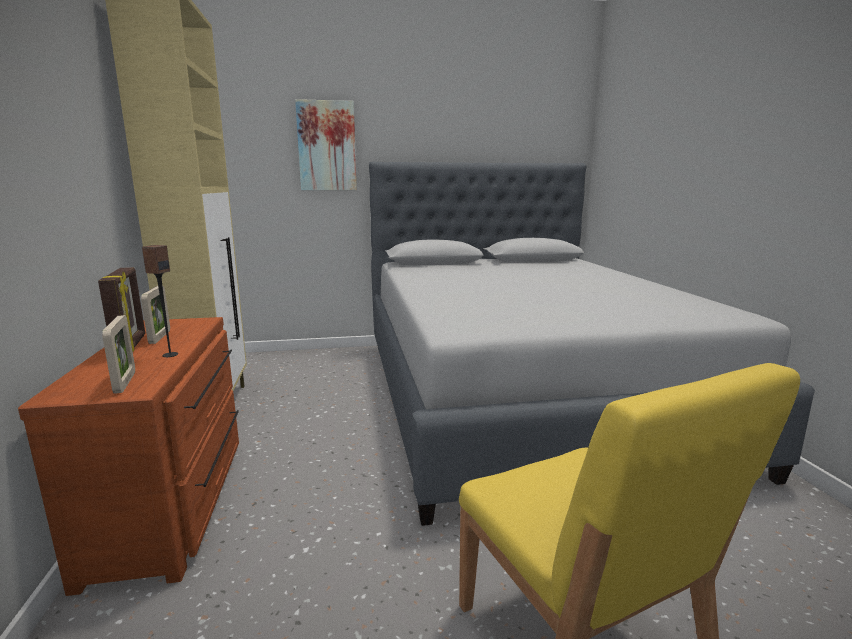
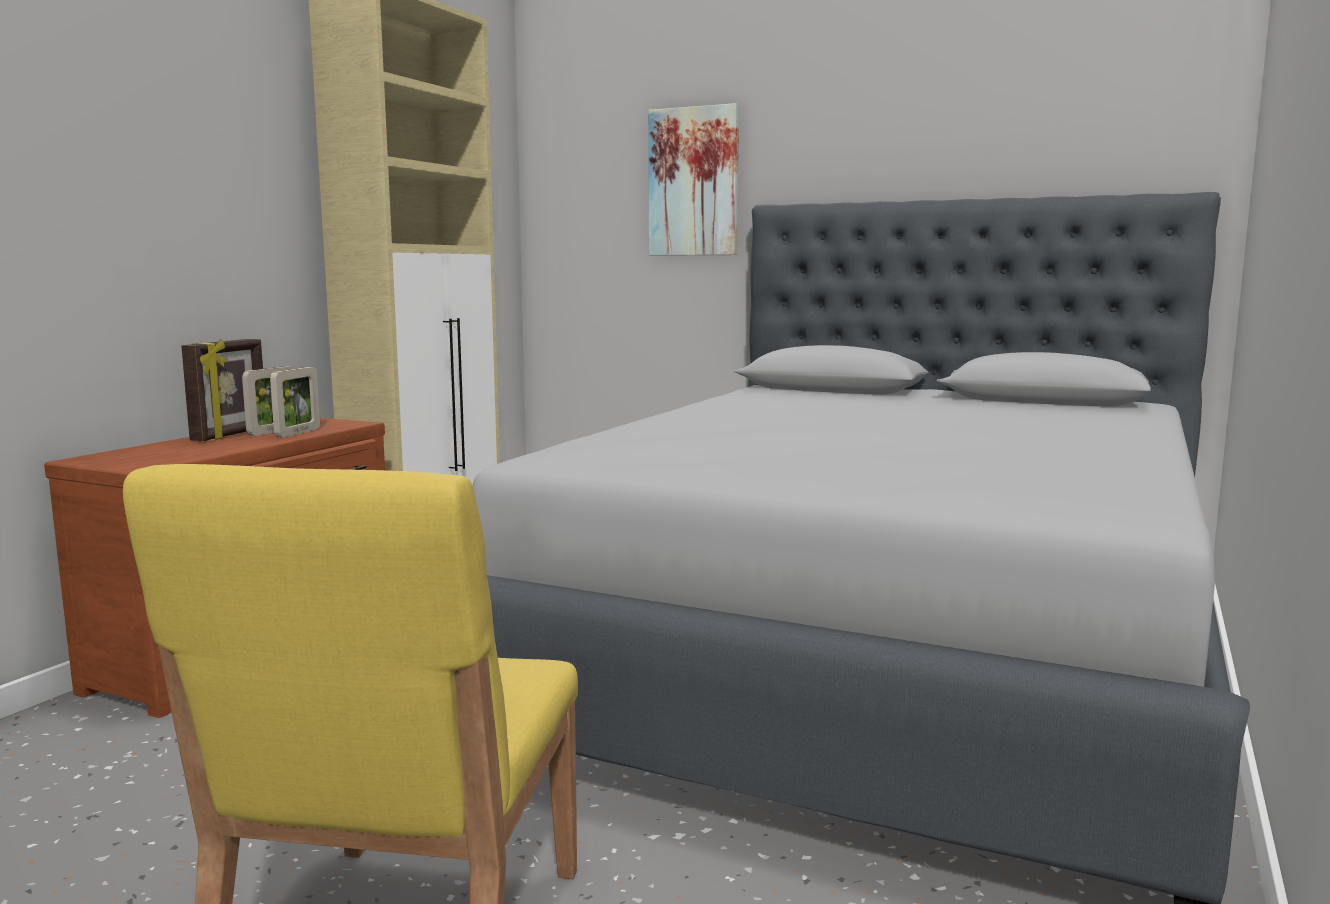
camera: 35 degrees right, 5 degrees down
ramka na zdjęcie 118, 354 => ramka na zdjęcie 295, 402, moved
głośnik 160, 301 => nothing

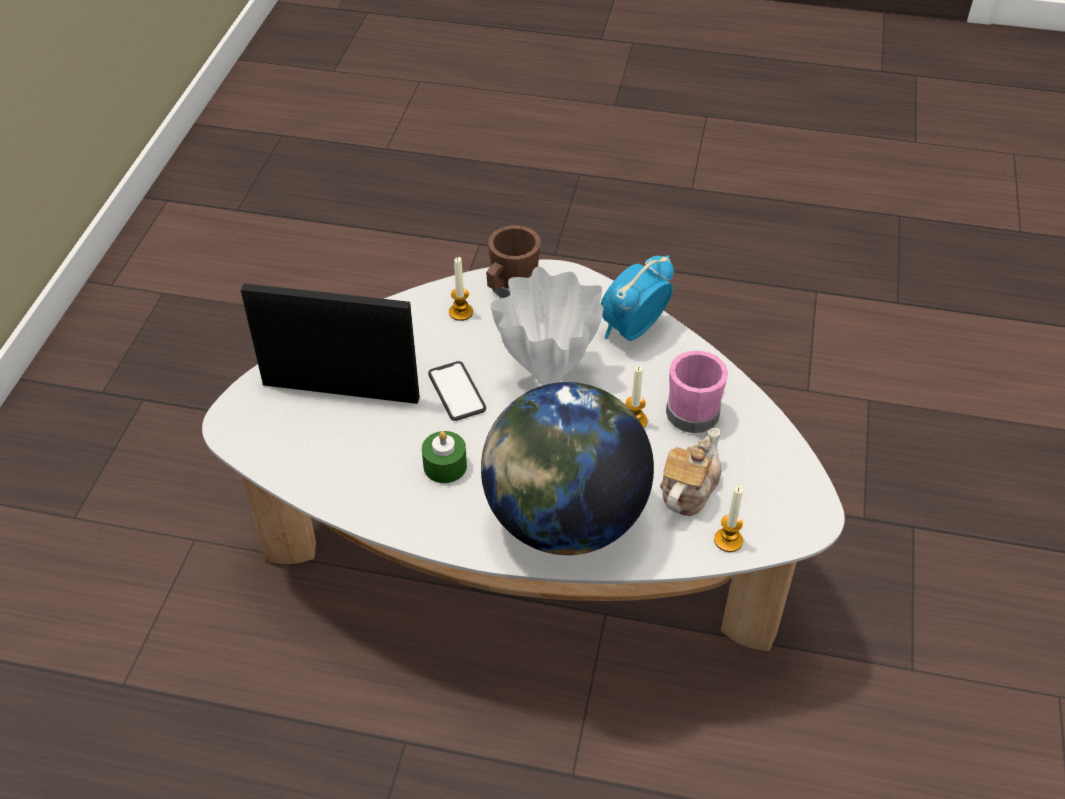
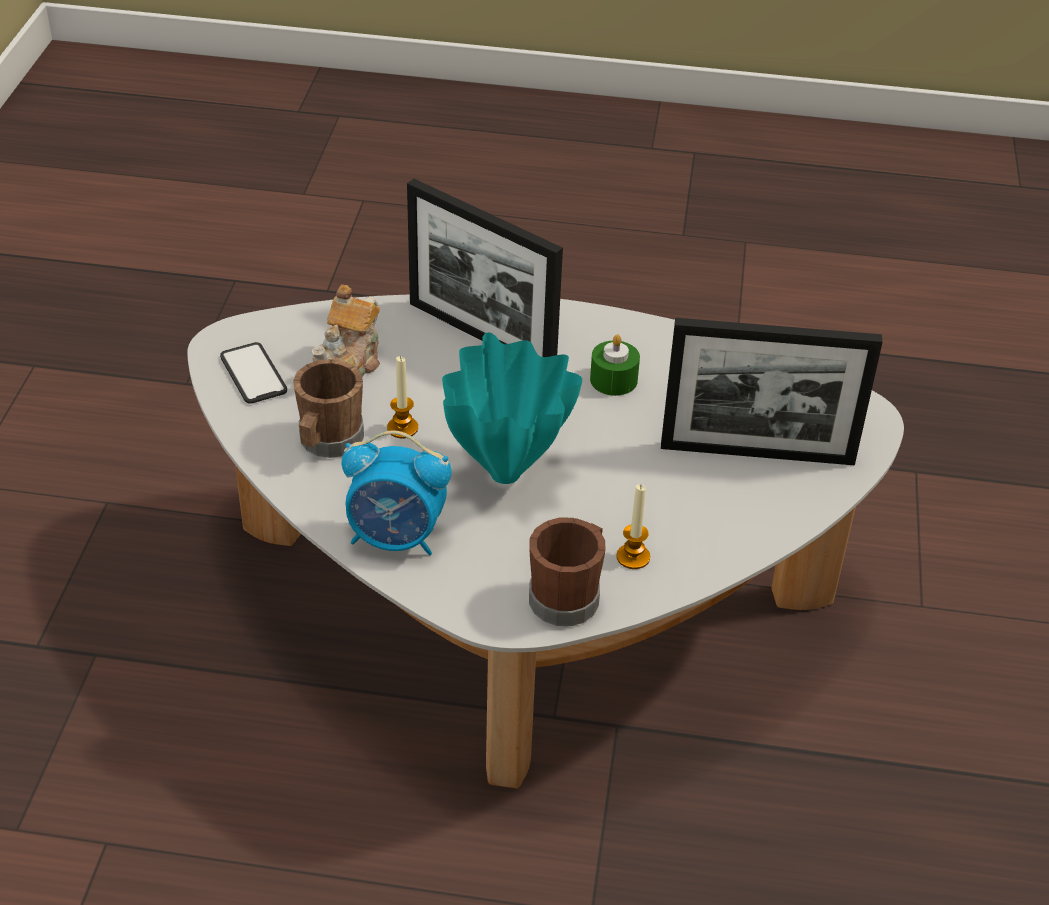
camera: 175 degrees right, 5 degrees down
telefon 457, 391 => telefon 253, 373, moved
kubek [różowy] 697, 392 => kubek [brązowy] 328, 408
budzik 637, 298 => budzik 397, 493, 60 degrees clockwise
globus 567, 468 => ramka na zdjęcie 485, 268
wazon [biały] 547, 326 => wazon [turkusowy] 512, 408
świeca 728, 519 => nothing

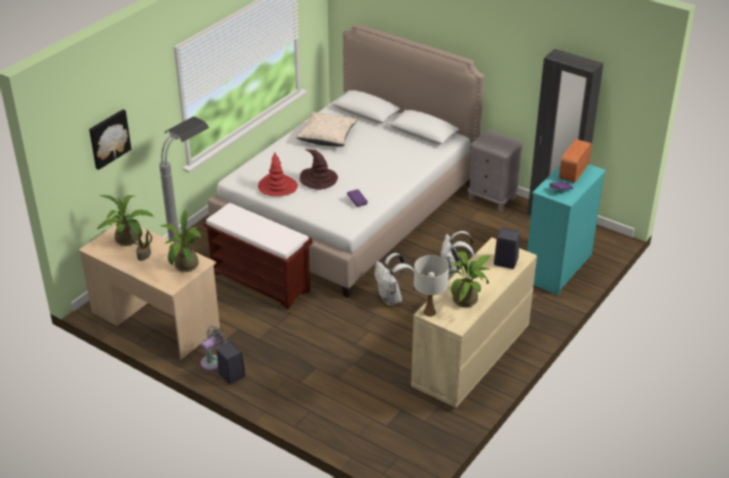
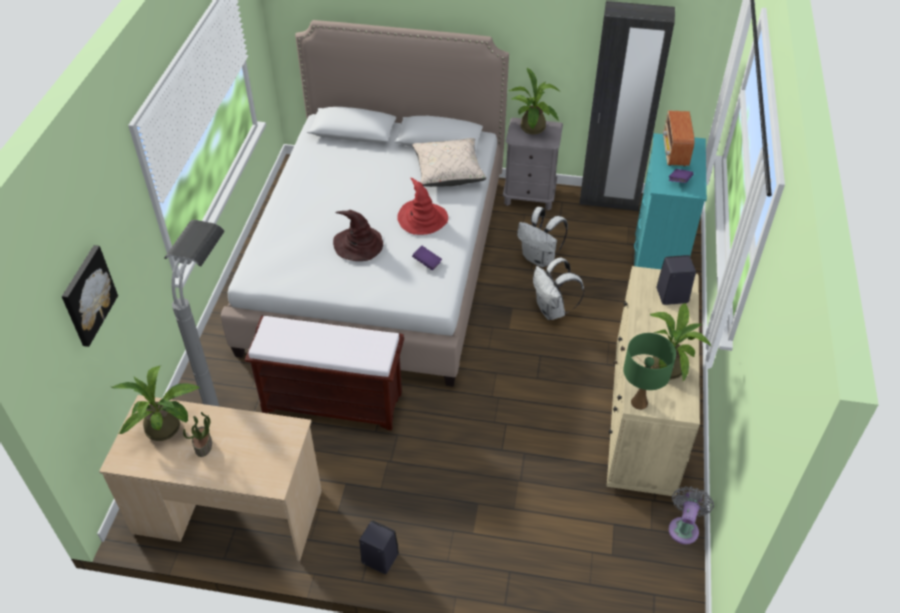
camera: 25 degrees left, 10 degrees up
kapelusz [czerwony] 278, 174 => kapelusz [czerwony] 422, 206, moved
poduszka [beżowy] 327, 129 => poduszka [beżowy] 449, 162, moved
roślina doniczkowa 181, 241 => roślina doniczkowa 533, 100, moved
plecak [biały] 394, 279 => plecak [biały] 542, 237, moved
lampa stołowa [biały] 431, 286 => lampa stołowa [zielony] 649, 371
wentylator [szary] 214, 348 => wentylator [szary] 691, 515, moved

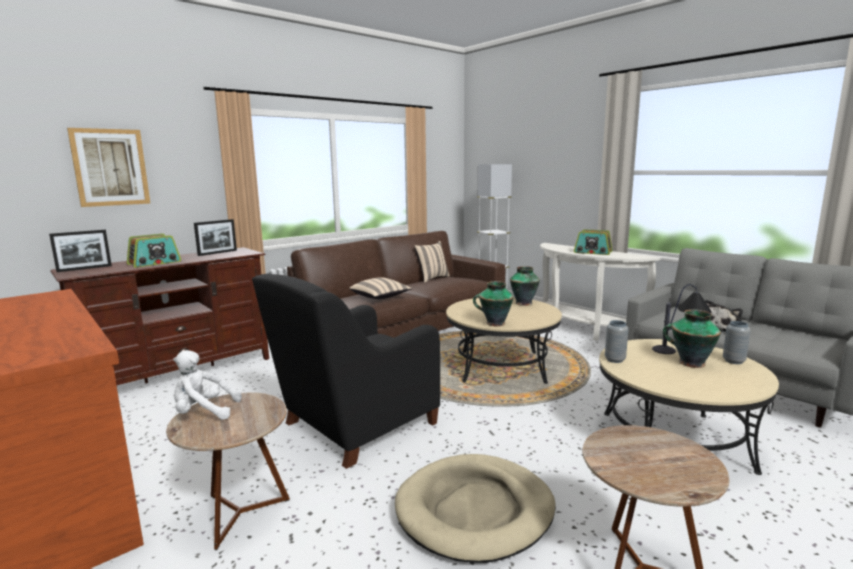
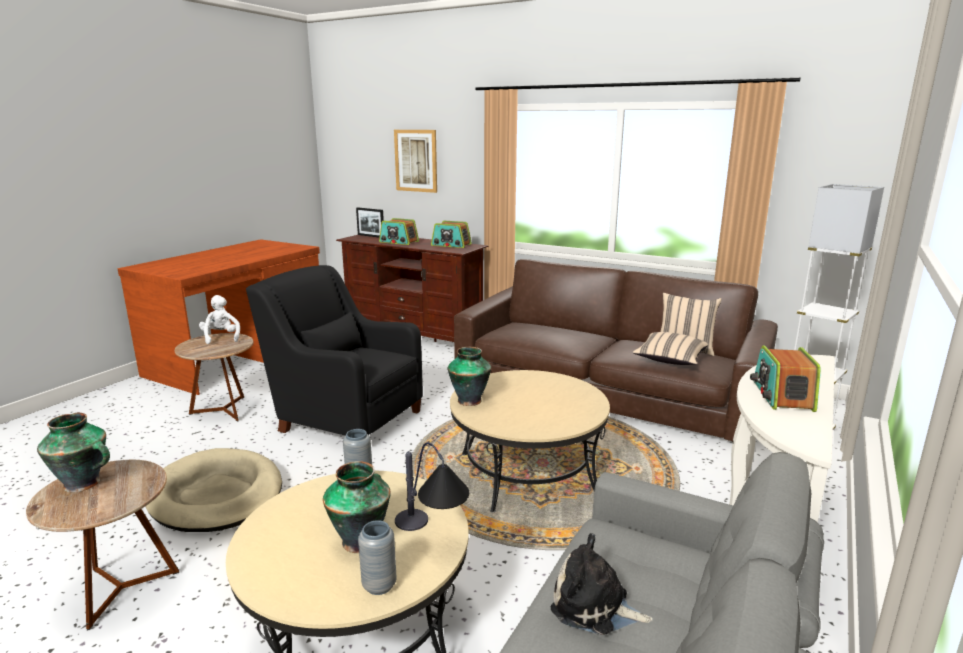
camera: 70 degrees right, 5 degrees up
wazon 525, 286 => wazon 73, 453, moved
ramka na zdjęcie 215, 237 => radio 451, 234
poduszka [beżowy] 380, 288 => poduszka [beżowy] 670, 348, moved

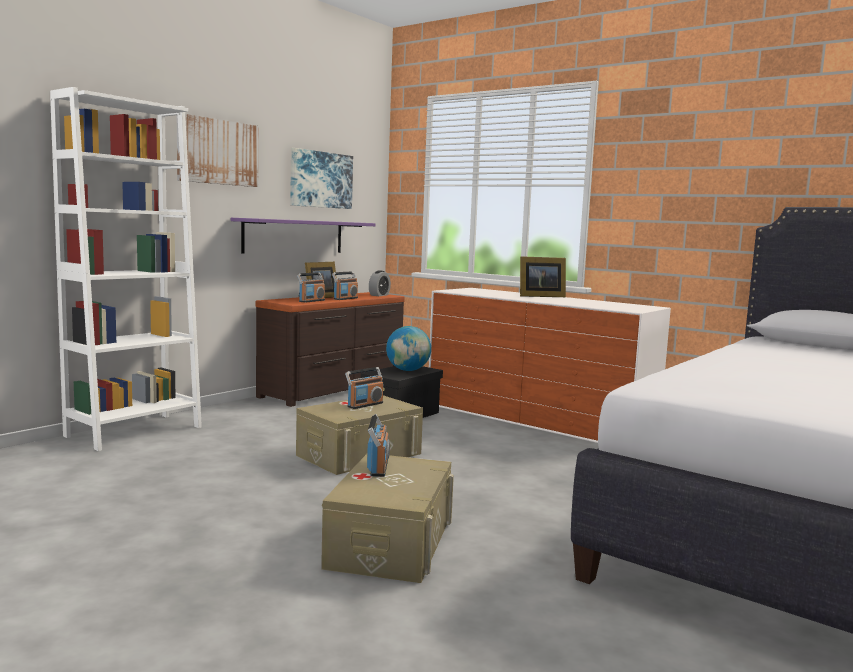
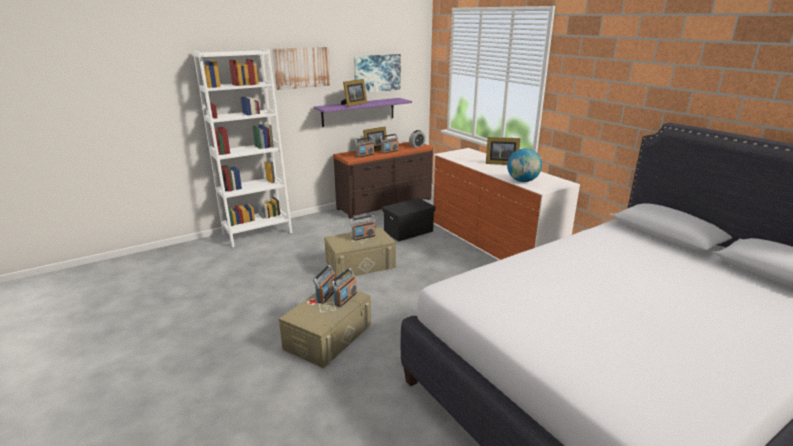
camera: 20 degrees right, 15 degrees up
nothing => radio 344, 287
nothing => ramka na zdjęcie 354, 93
globus 408, 348 => globus 524, 165, moved

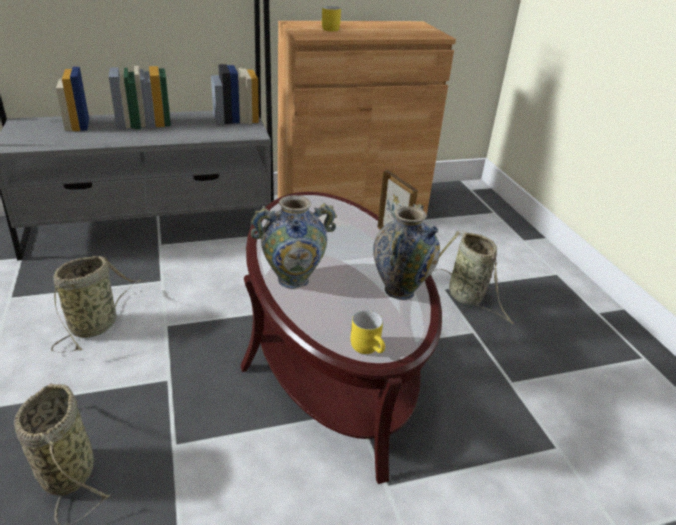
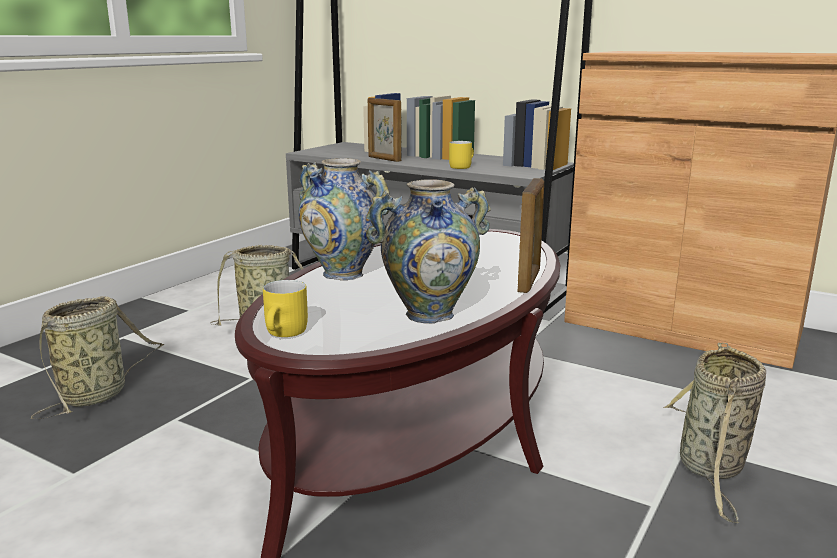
camera: 50 degrees right, 15 degrees down
nothing => ramka na zdjęcie 385, 130
kubek [żółty] 331, 18 => kubek [żółty] 461, 155, moved

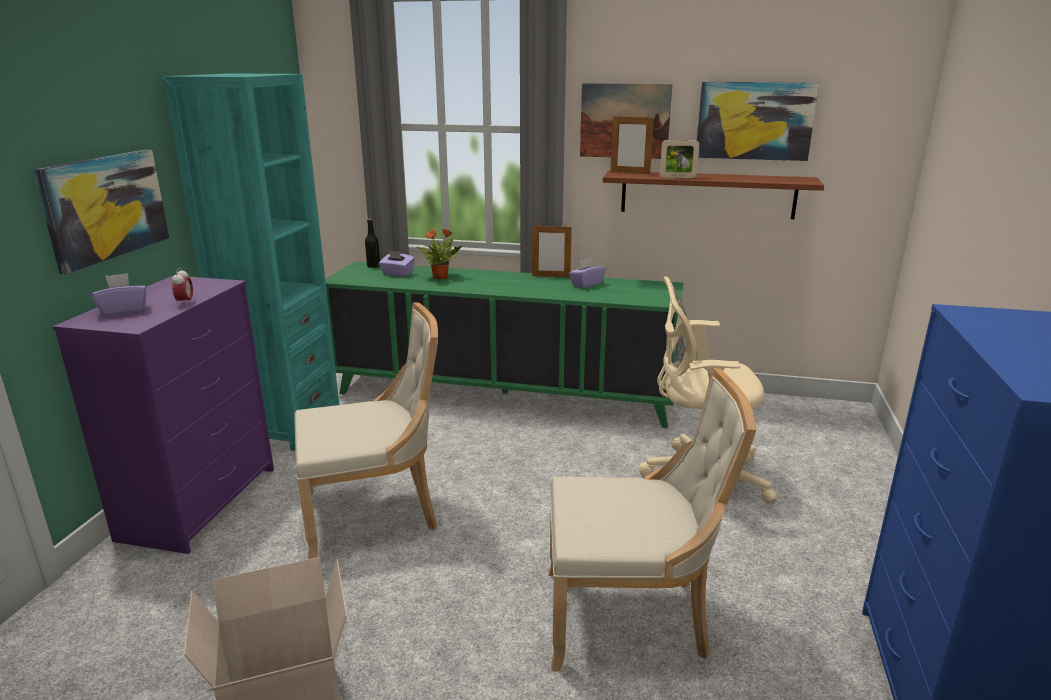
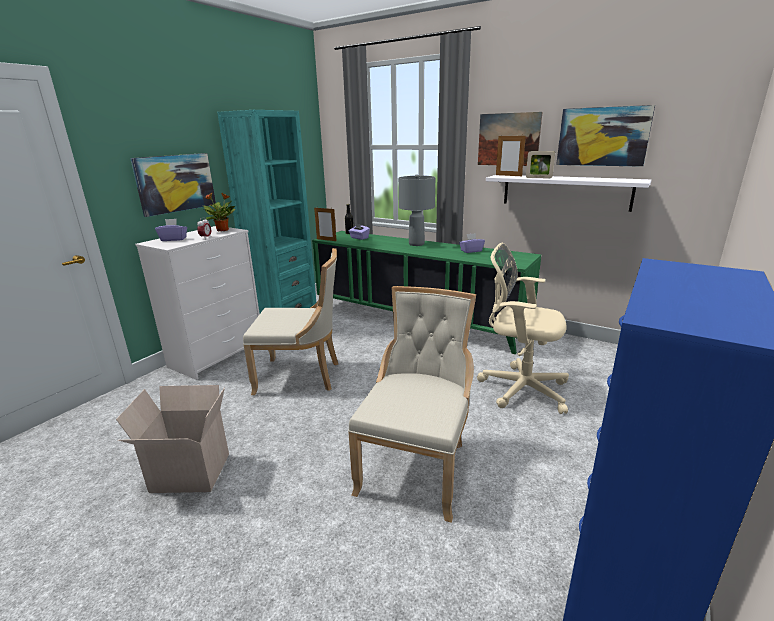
camera: 20 degrees right, 0 degrees up
komoda [fioletowy] 163, 415 => komoda [biały] 197, 303
roślina doniczkowa 439, 254 => roślina doniczkowa 219, 211, moved
ramka na zdjęcie 552, 252 => ramka na zdjęcie 325, 224, moved
krzesło [beżowy] 652, 519 => krzesło [beżowy] 412, 404, 90 degrees counterclockwise
nothing => lampa stołowa [szary] 416, 210
półka [brązowy] 713, 195 => półka [biały] 568, 193

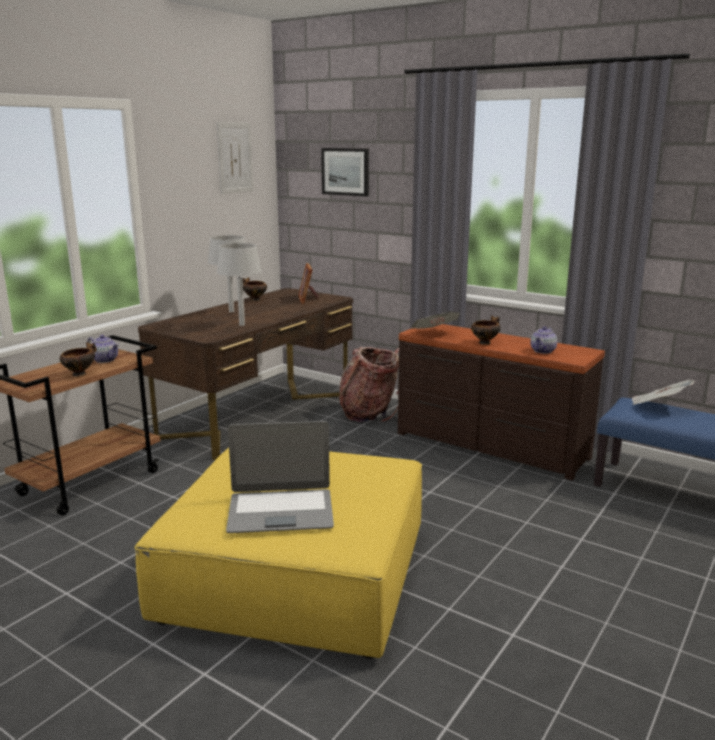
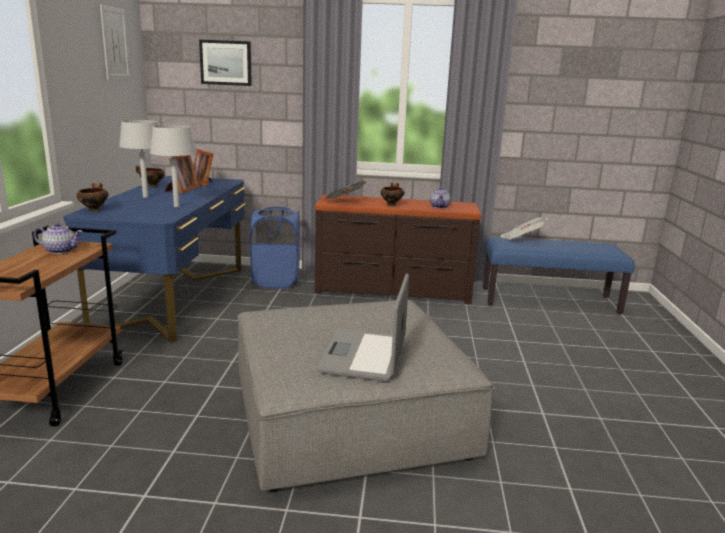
camera: 30 degrees left, 0 degrees up
biurko [brązowy] 245, 374 => biurko [niebieski] 154, 259
miska 78, 359 => miska 93, 197, moved
nothing => ramka na zdjęcie 182, 174
pufa [żółty] 278, 552 => pufa [szary] 366, 396
plecak 369, 384 => kosz na pranie [niebieski] 275, 248
laptop 280, 477 => laptop 362, 327, 135 degrees clockwise

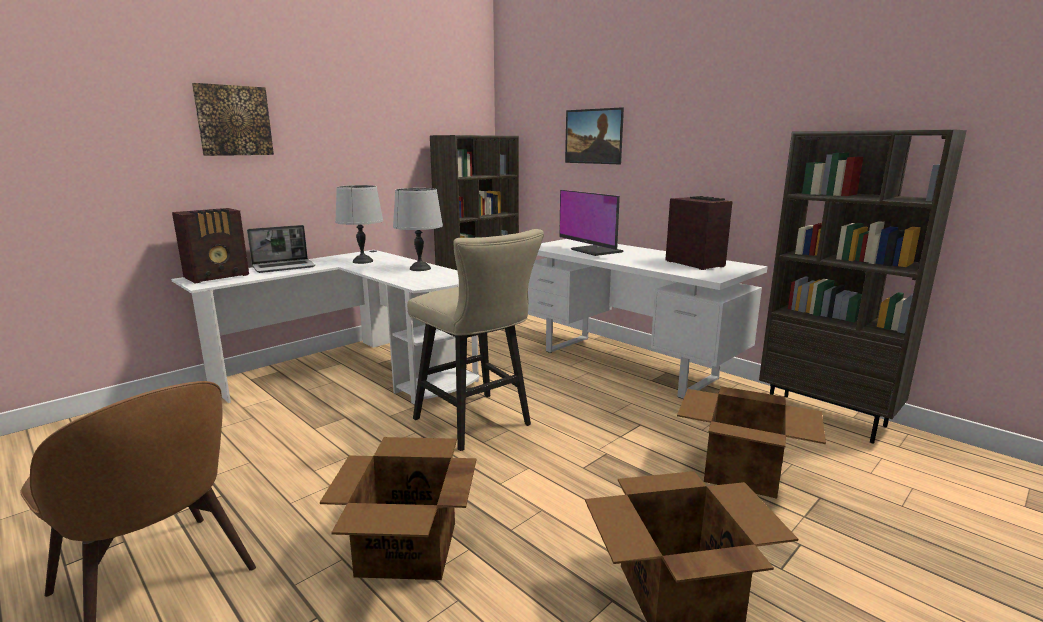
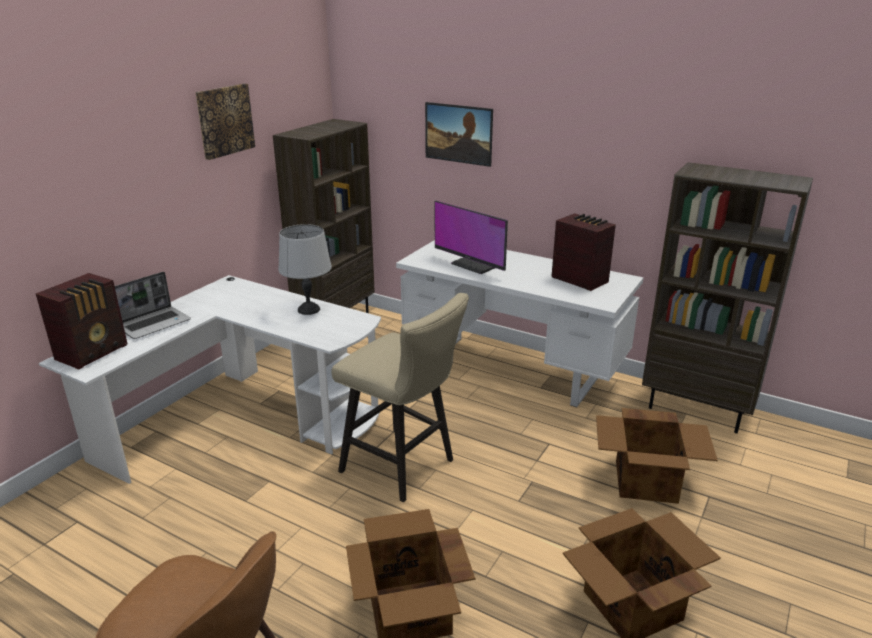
camera: 15 degrees left, 10 degrees up
obraz 233, 119 => obraz 225, 122, moved
lampa stołowa [szary] 359, 224 => nothing

